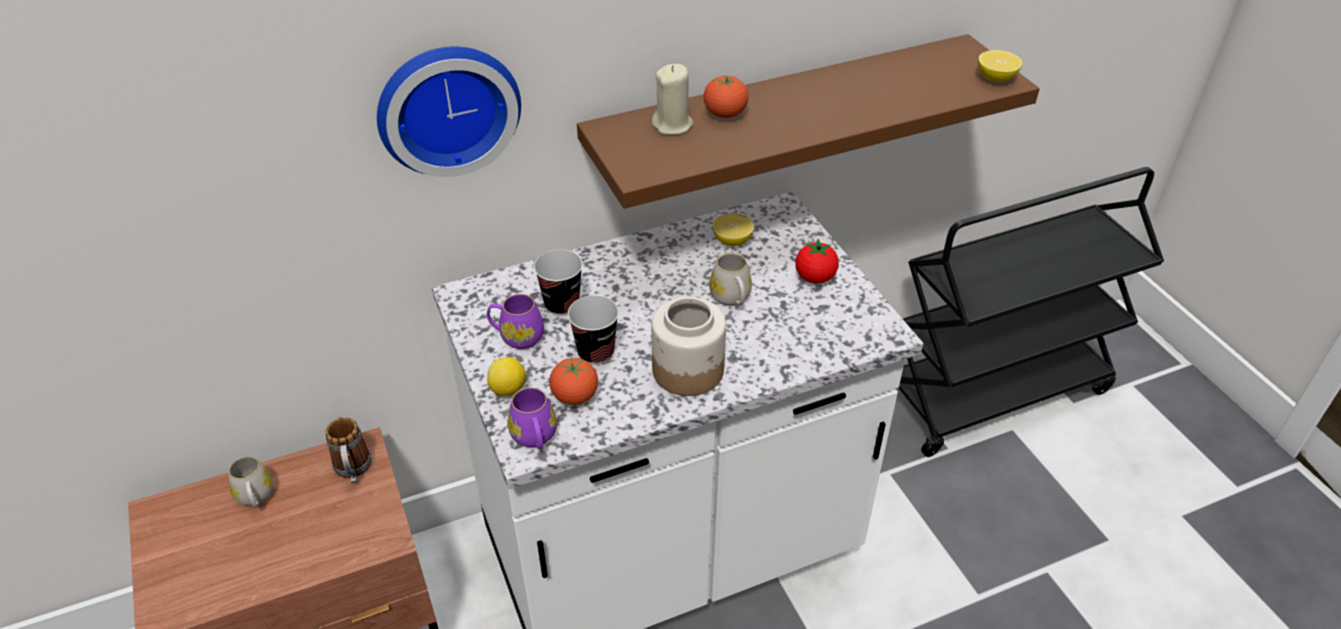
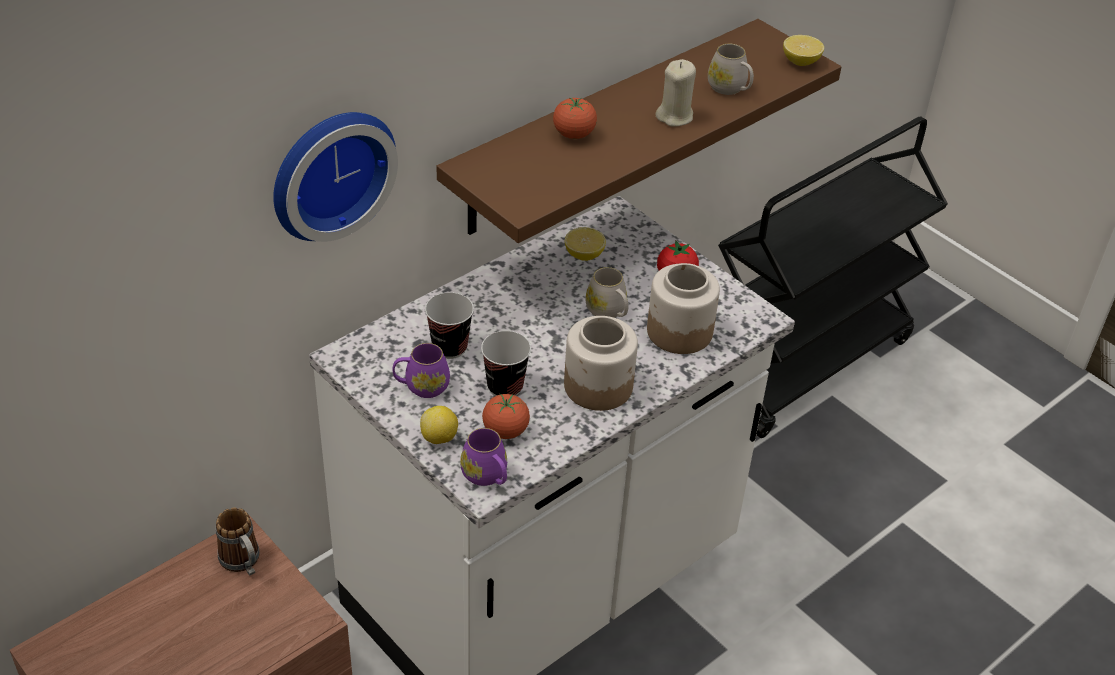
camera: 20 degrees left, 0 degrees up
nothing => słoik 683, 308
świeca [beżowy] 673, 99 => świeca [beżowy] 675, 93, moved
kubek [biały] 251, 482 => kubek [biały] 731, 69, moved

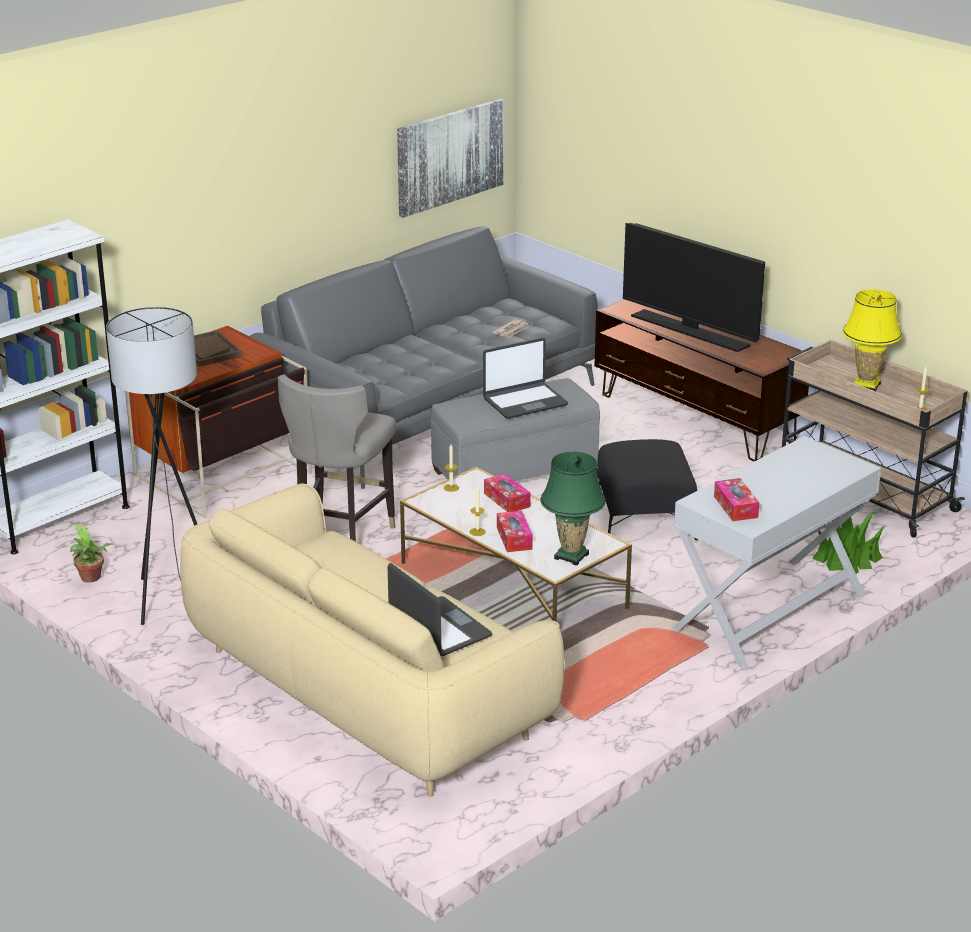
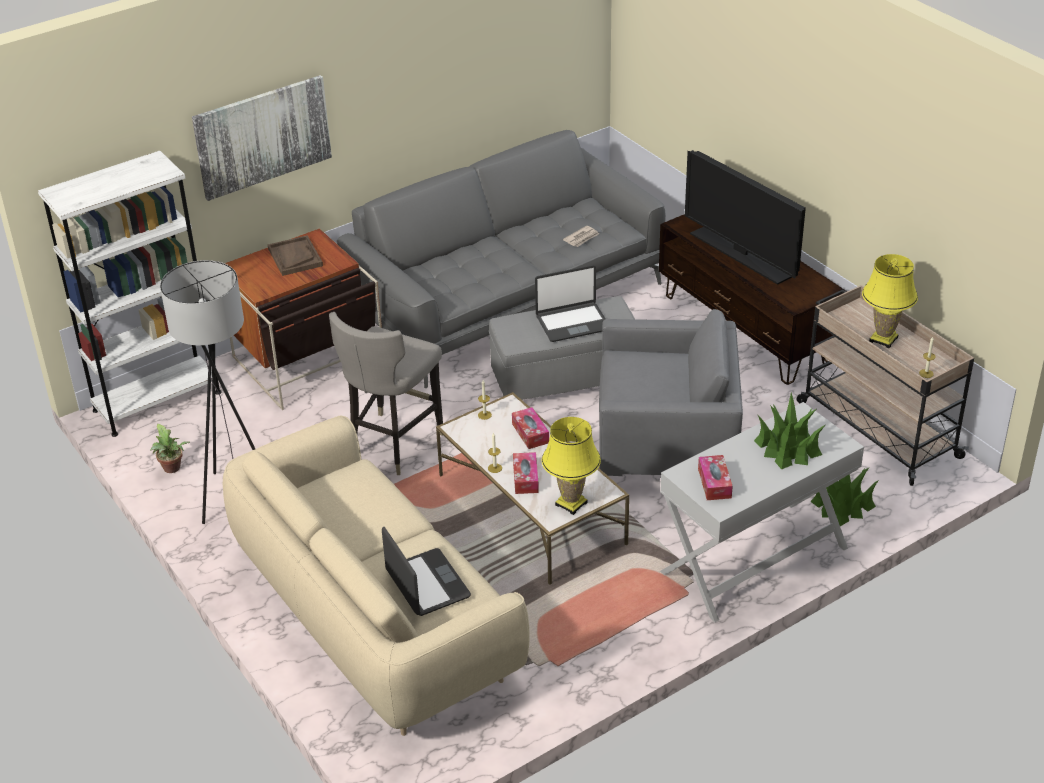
camera: 10 degrees right, 10 degrees up
obraz 450, 158 => obraz 262, 138, moved
lampa stołowa [zielony] 573, 509 => lampa stołowa [żółty] 571, 466
pufa [czarny] 647, 489 => fotel [szary] 671, 392
nothing => roślina doniczkowa 789, 430

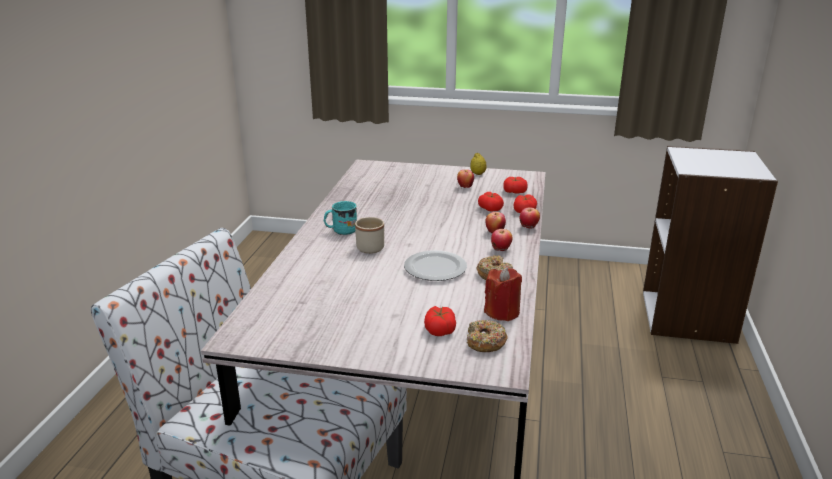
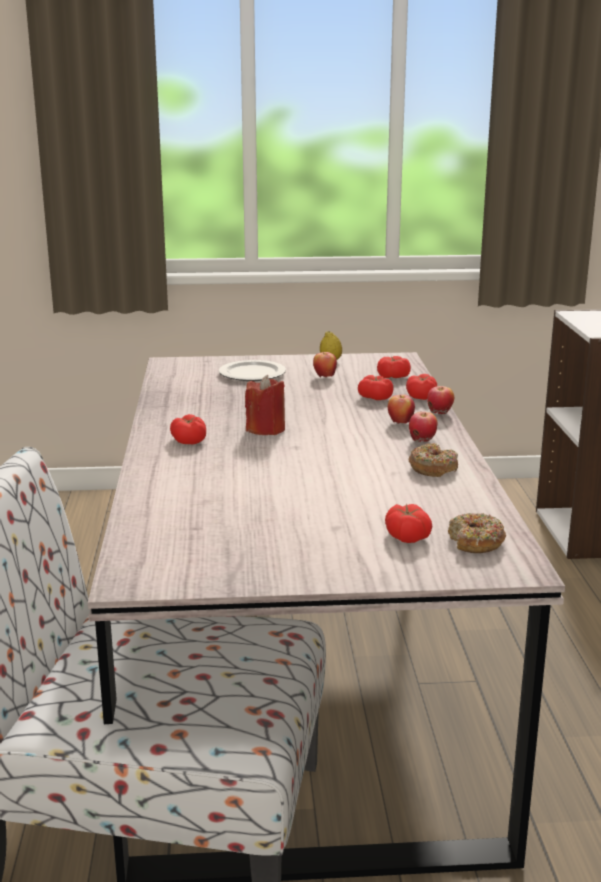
camera: 15 degrees left, 5 degrees down
kubek [turkusowy] 340, 218 => pomidor 188, 429
talerz 435, 265 => talerz 252, 370, moved
świeca [czerwony] 503, 294 => świeca [czerwony] 265, 405, moved
kubek [beżowy] 369, 235 => nothing

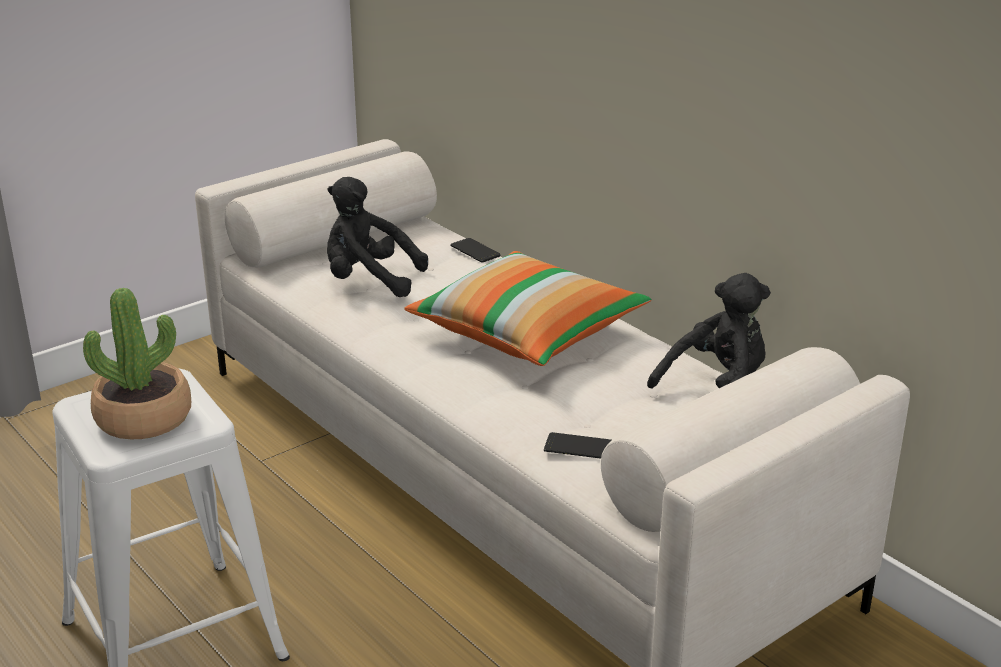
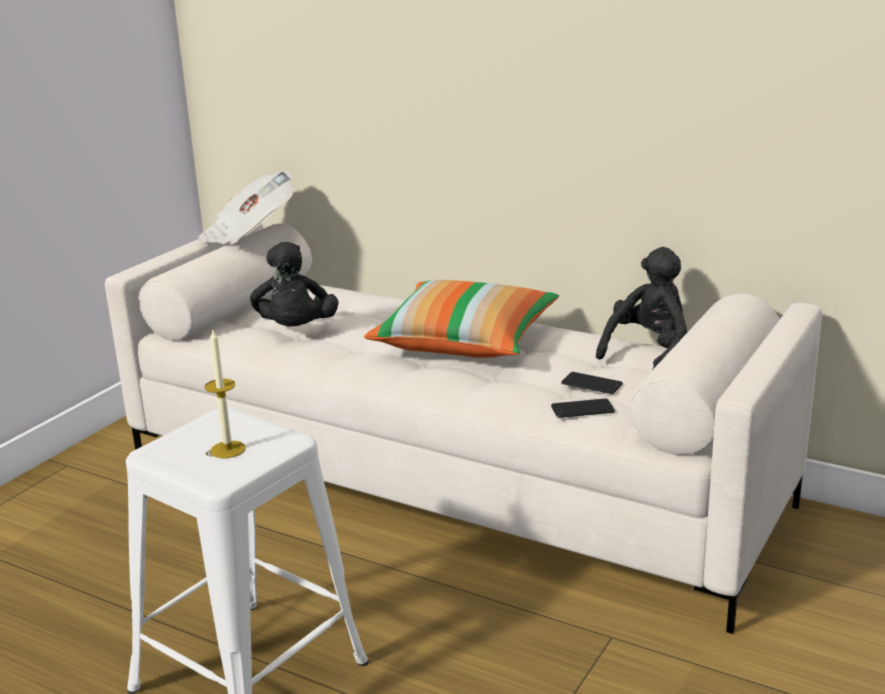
camera: 20 degrees left, 5 degrees down
nothing => gazeta 246, 207
roślina doniczkowa 137, 363 => świeca 225, 393
pluszak [czarny] 377, 237 => pluszak [czarny] 294, 284, 90 degrees counterclockwise
telefon 475, 250 => telefon 592, 383, moved

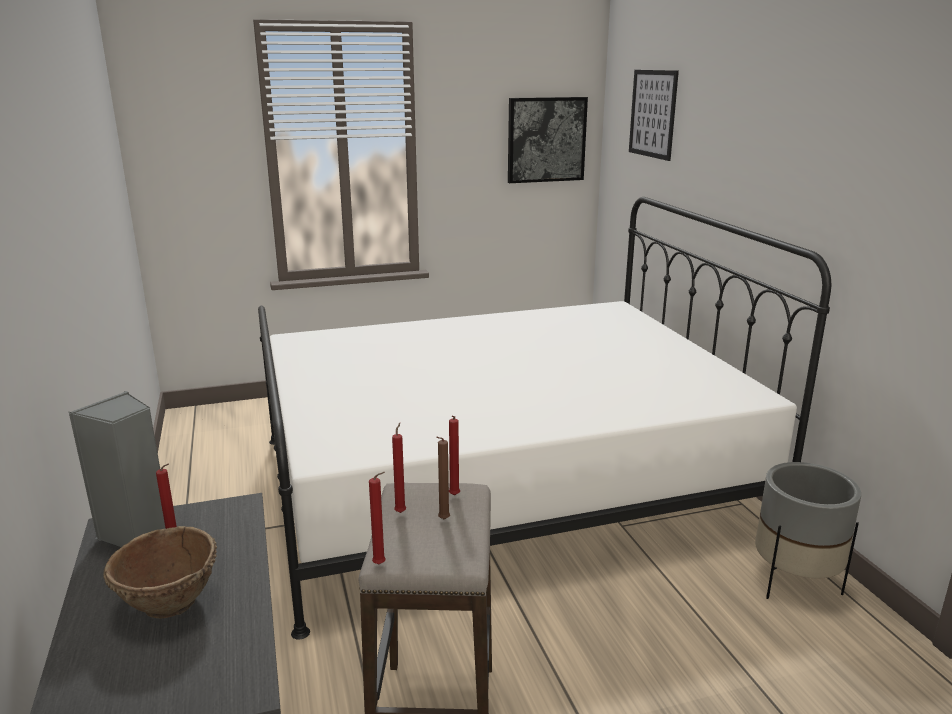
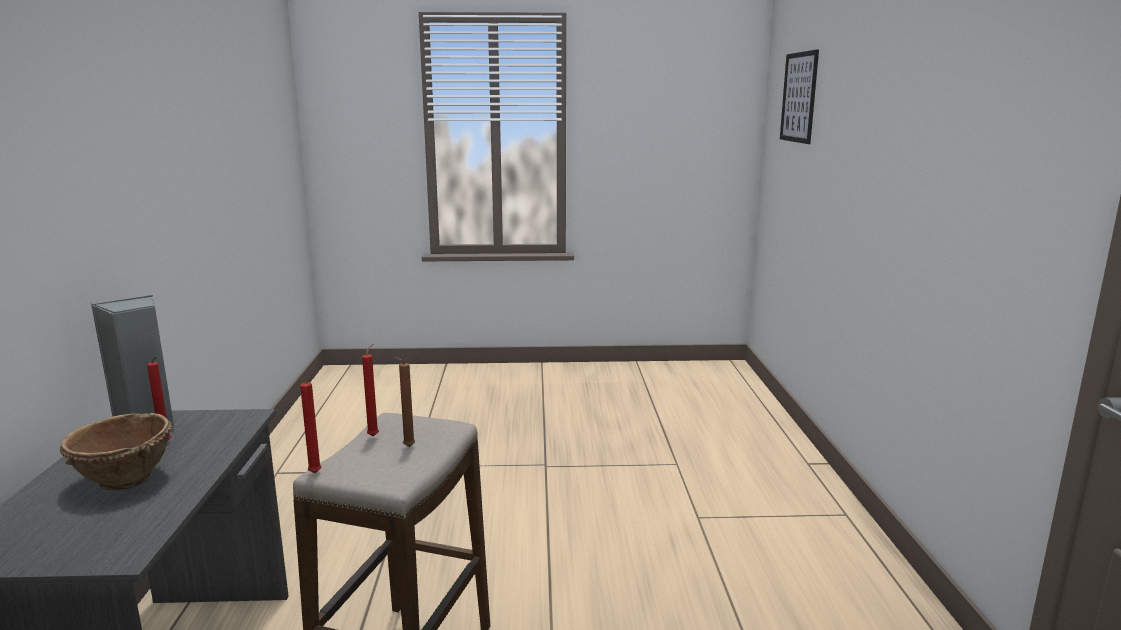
camera: 15 degrees right, 5 degrees down
łóżko [biały] 544, 418 => nothing
świeca [czerwony] 454, 455 => nothing
obraz 548, 140 => nothing
donica [szary] 808, 530 => nothing

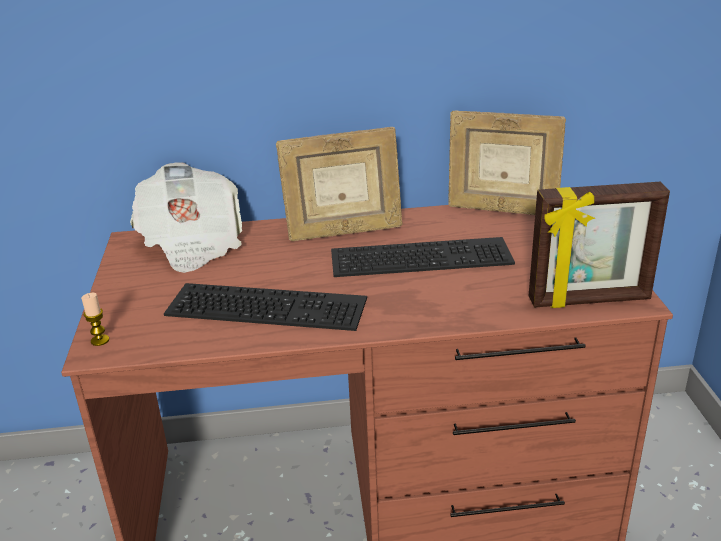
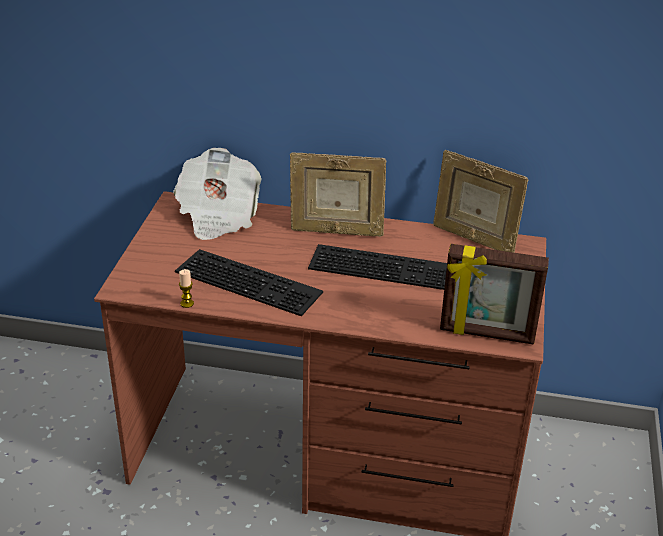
camera: 15 degrees right, 5 degrees up
świeca 95, 319 => świeca 186, 288, moved

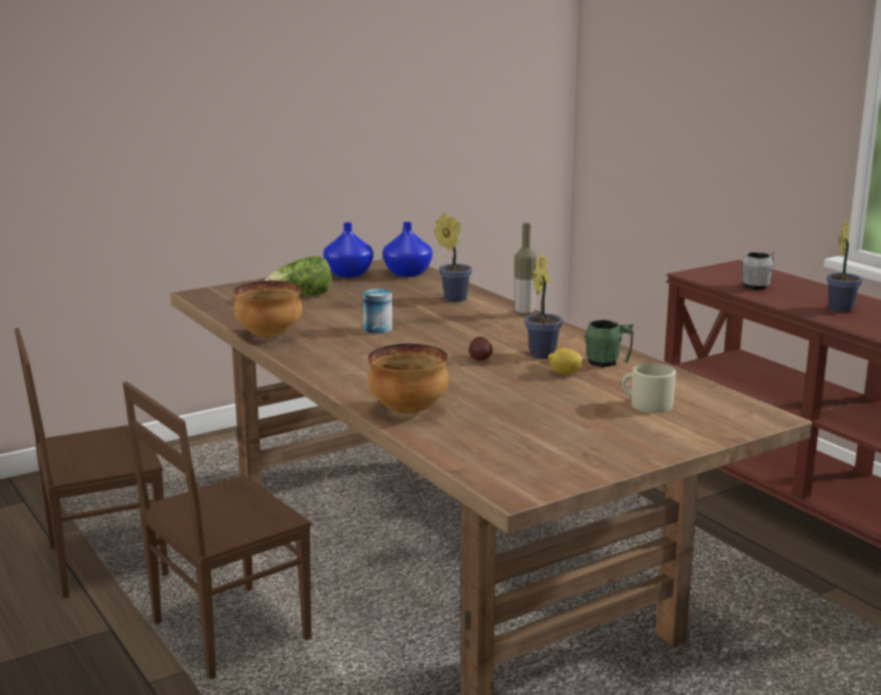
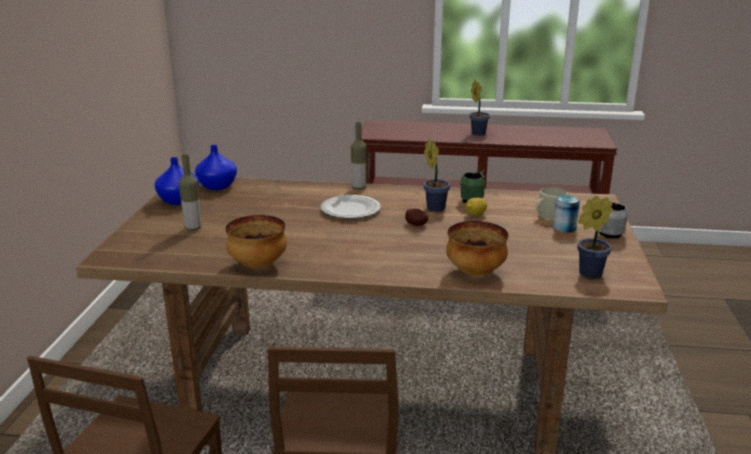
camera: 50 degrees left, 5 degrees up
sałata 298, 275 => butelka 190, 192
nothing => talerz 350, 206
puszka 377, 311 => puszka 566, 213, moved
roślina doniczkowa 453, 257 => roślina doniczkowa 595, 237, moved
kubek [szary] 758, 271 => kubek [szary] 613, 218, moved

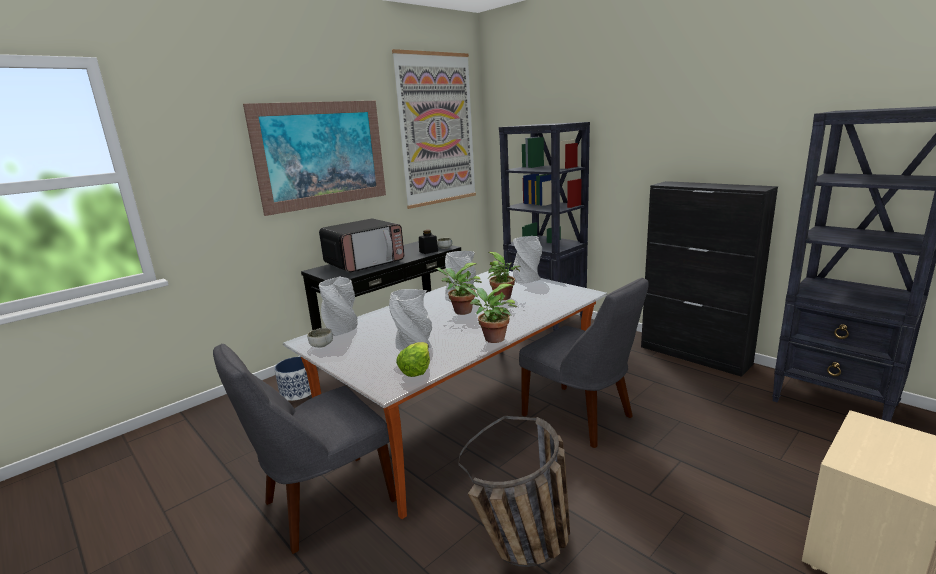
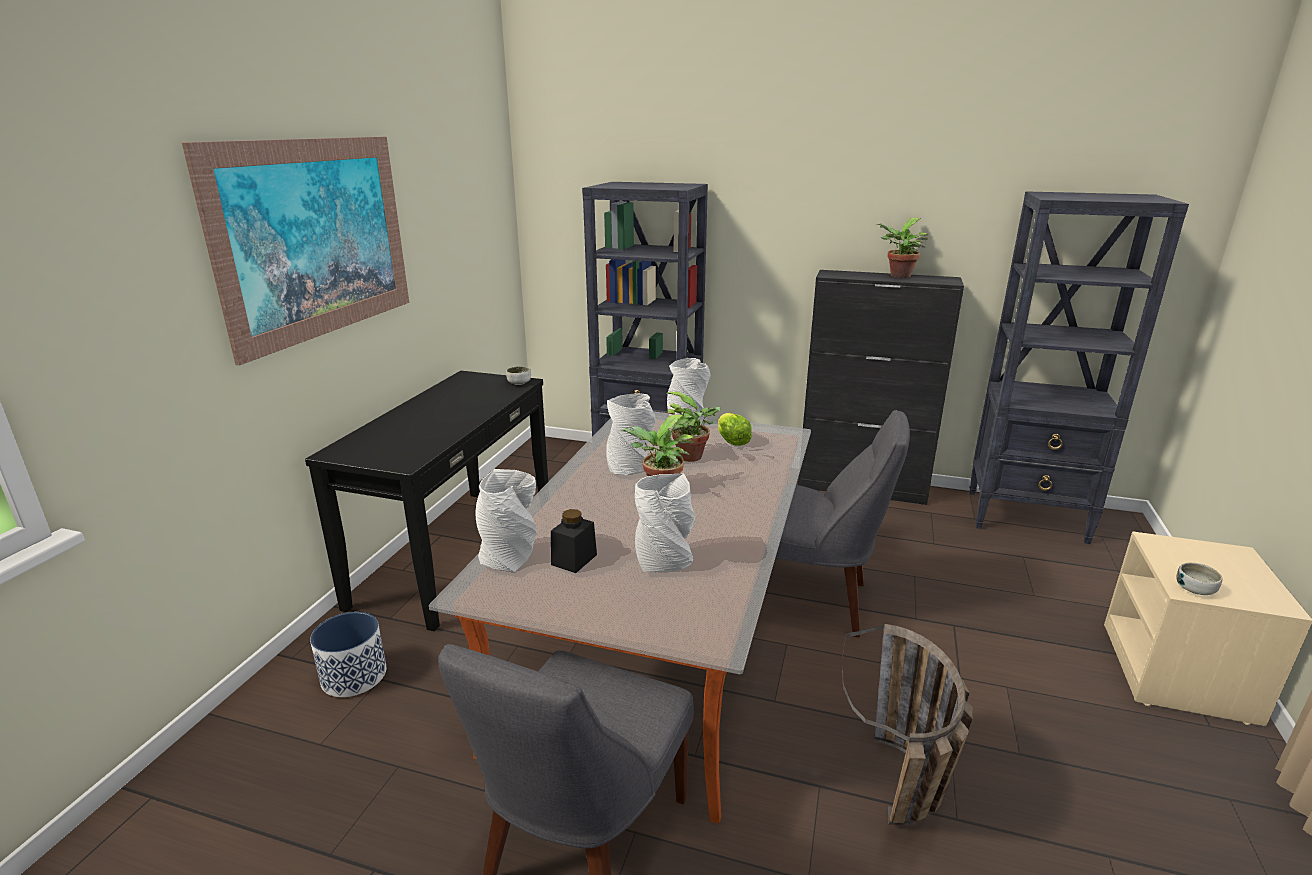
camera: 30 degrees left, 5 degrees up
słoik [czarny] 428, 242 => słoik [czarny] 574, 541, moved
sałata 413, 359 => sałata 735, 429, moved
roślina doniczkowa 491, 313 => roślina doniczkowa 902, 248, moved
miska 320, 338 => miska 1199, 579, moved
mikrofalówka 361, 245 => nothing
obraz 434, 129 => nothing

